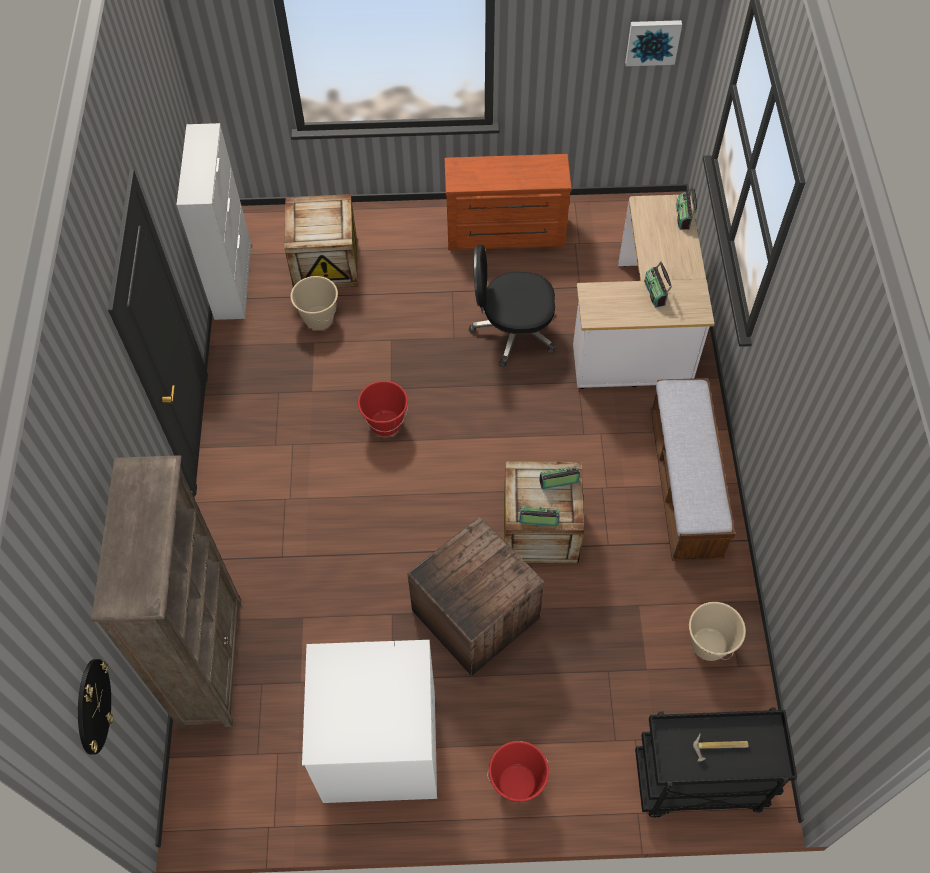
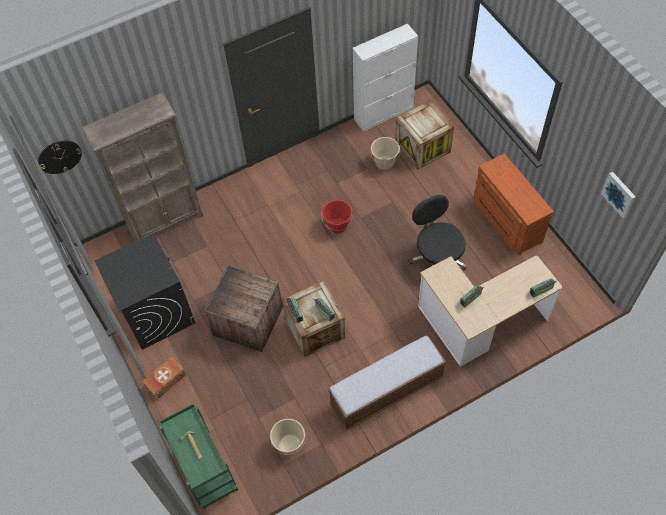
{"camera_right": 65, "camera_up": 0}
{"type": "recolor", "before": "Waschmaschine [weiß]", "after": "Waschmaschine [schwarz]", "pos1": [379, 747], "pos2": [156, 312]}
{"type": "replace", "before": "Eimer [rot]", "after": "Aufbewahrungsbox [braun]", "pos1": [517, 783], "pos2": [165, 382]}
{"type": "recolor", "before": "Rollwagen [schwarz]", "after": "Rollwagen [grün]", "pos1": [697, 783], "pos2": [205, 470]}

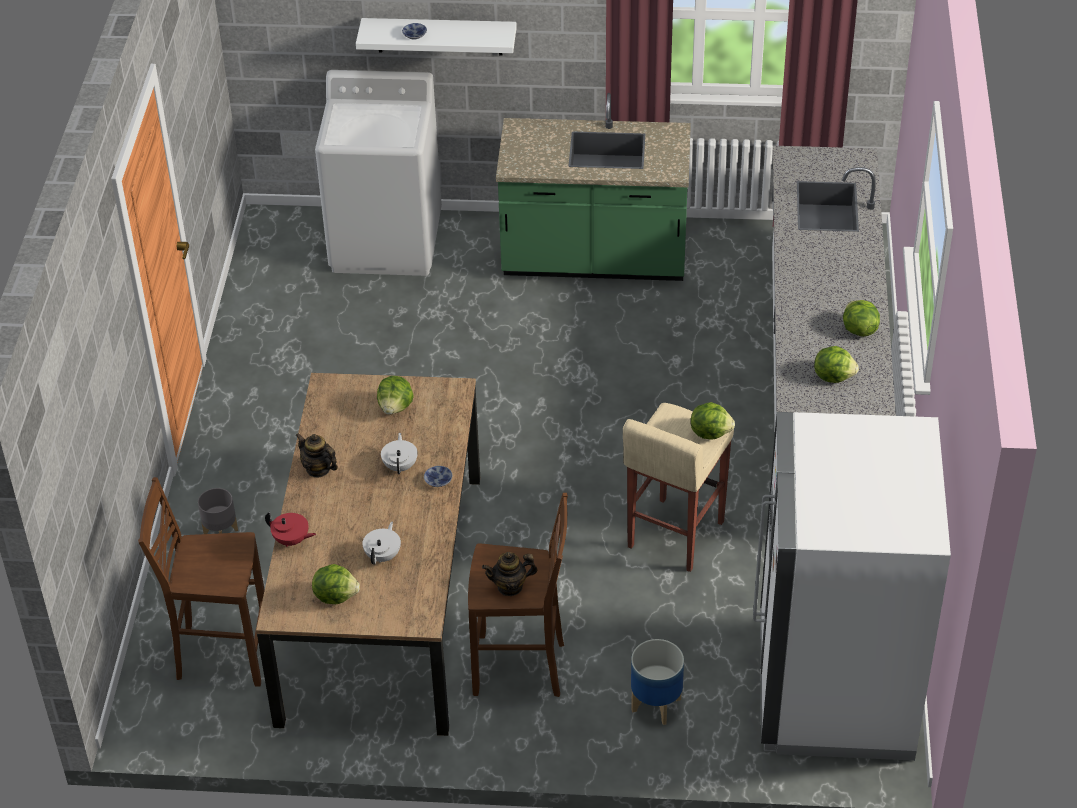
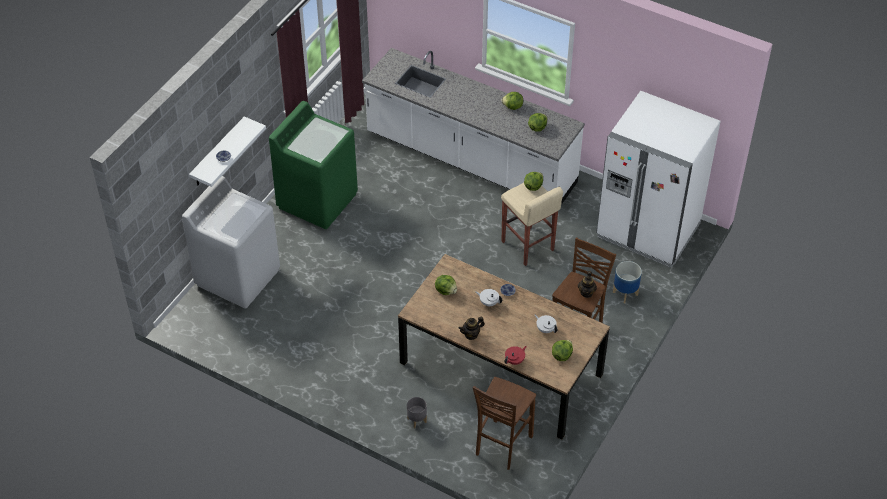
{"camera_right": -65, "camera_up": 5}
{"type": "replace", "before": "Küchenzeile [grün]", "after": "Waschmaschine [grün]", "pos1": [594, 261], "pos2": [318, 200]}

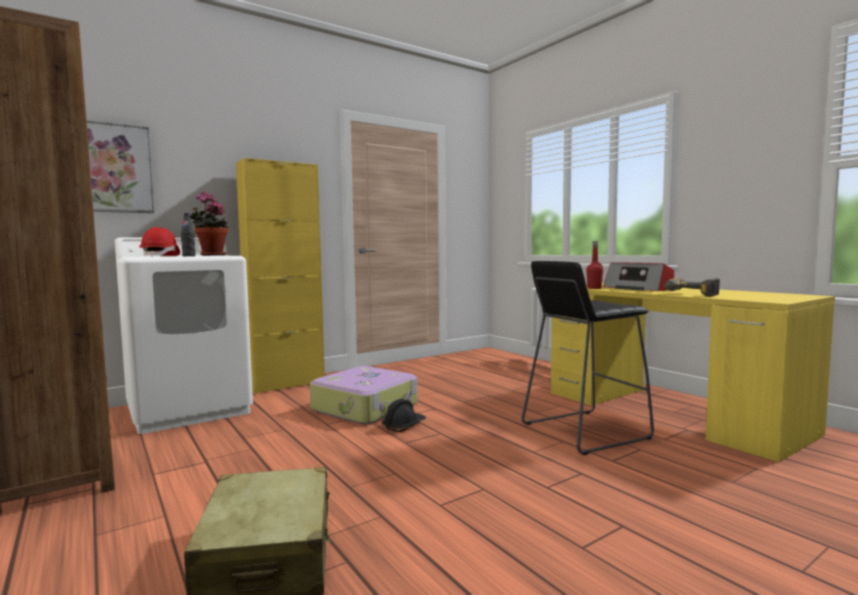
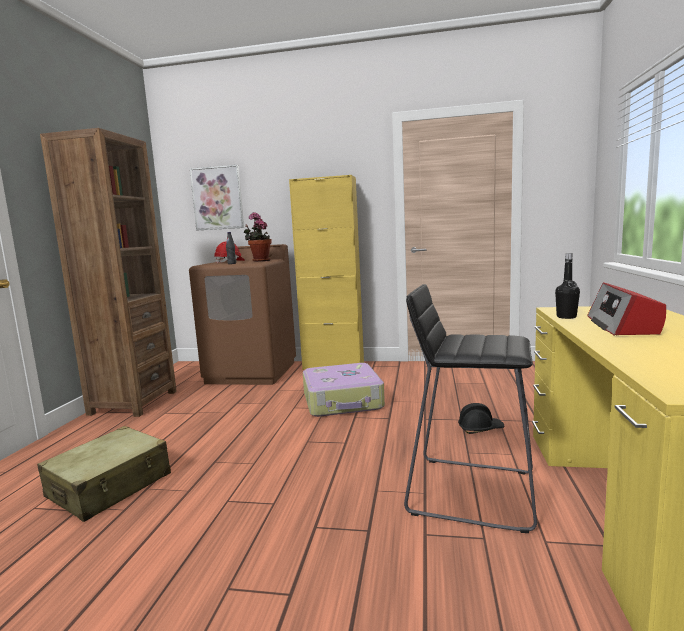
{"camera_right": 45, "camera_up": 5}
{"type": "recolor", "before": "Waschmaschine [weiß]", "after": "Waschmaschine [braun]", "pos1": [190, 409], "pos2": [252, 372]}
{"type": "move", "before": "Schutzhelm [schwarz]", "pos1": [404, 425], "pos2": [480, 428]}
{"type": "recolor", "before": "Flasche [rot]", "after": "Flasche [schwarz]", "pos1": [594, 288], "pos2": [566, 317]}
{"type": "delete", "before": "Bohrmaschine", "pos1": [688, 294]}

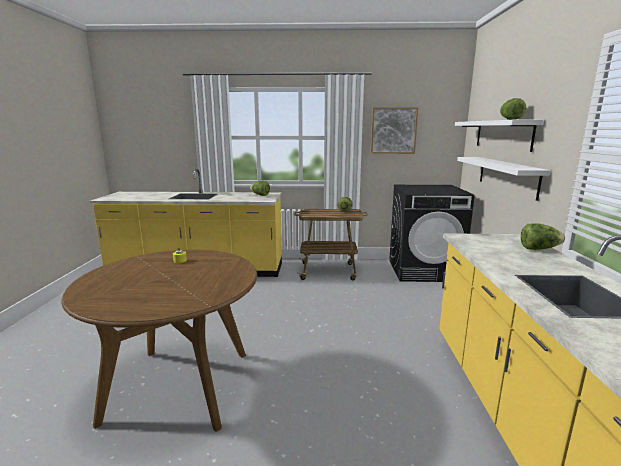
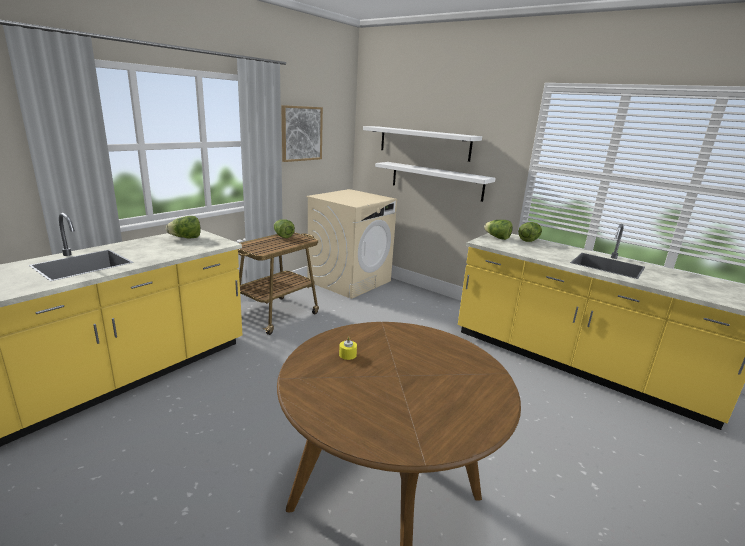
{"camera_right": -55, "camera_up": 5}
{"type": "recolor", "before": "Waschmaschine [schwarz]", "after": "Waschmaschine [beige]", "pos1": [424, 270], "pos2": [349, 281]}
{"type": "move", "before": "Salatkopf", "pos1": [509, 120], "pos2": [497, 238]}

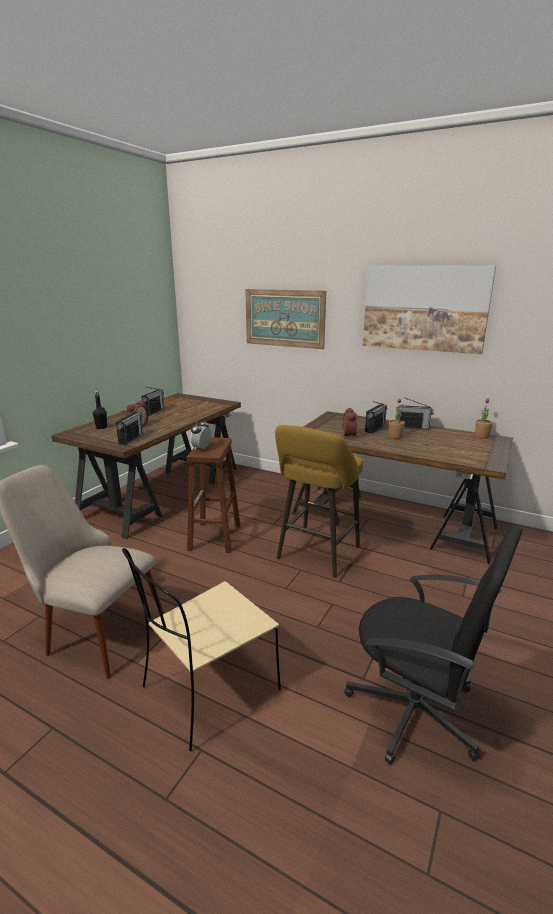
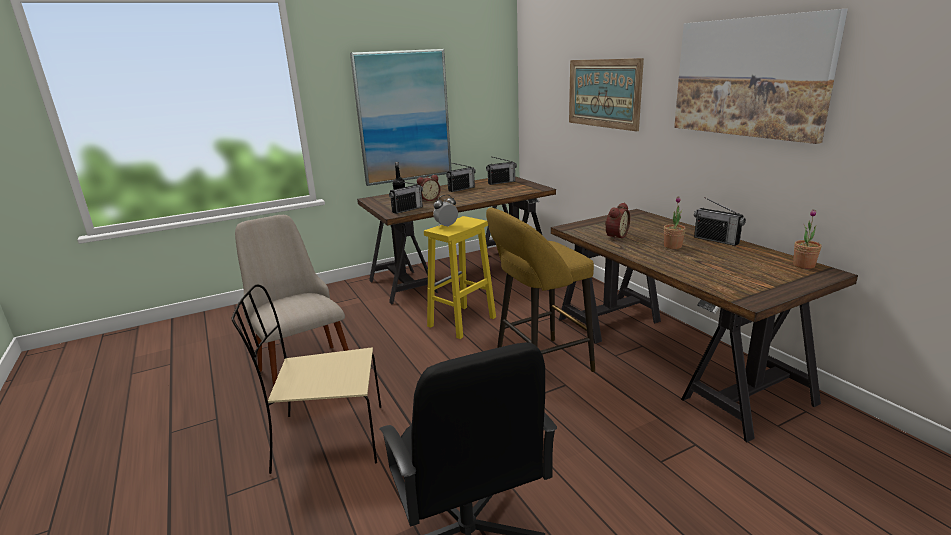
{"camera_right": 35, "camera_up": 0}
{"type": "recolor", "before": "Hocker [braun]", "after": "Hocker [gelb]", "pos1": [215, 538], "pos2": [461, 322]}
{"type": "move", "before": "Radio", "pos1": [375, 429], "pos2": [501, 182]}
{"type": "insert", "after": "Bild", "pos2": [403, 117]}

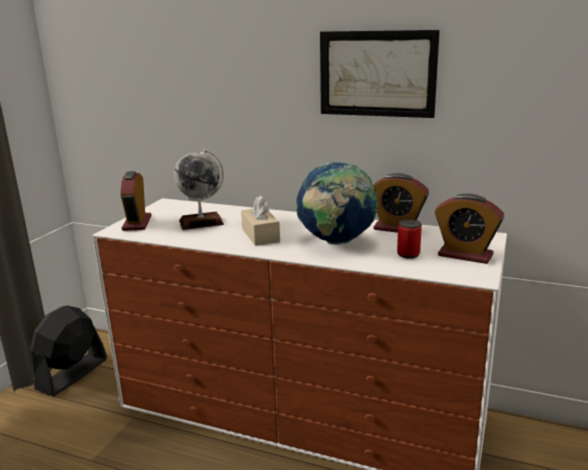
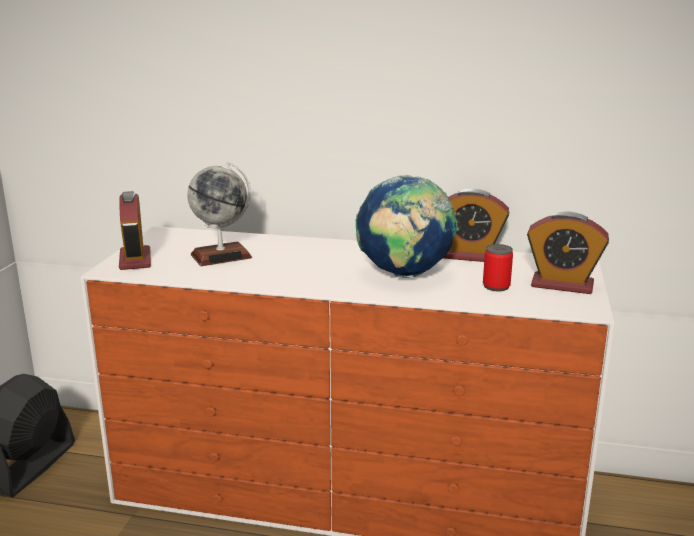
{"camera_right": -10, "camera_up": 0}
{"type": "delete", "before": "Taschentuchbox [beige]", "pos1": [260, 235]}
{"type": "delete", "before": "Bild", "pos1": [377, 74]}

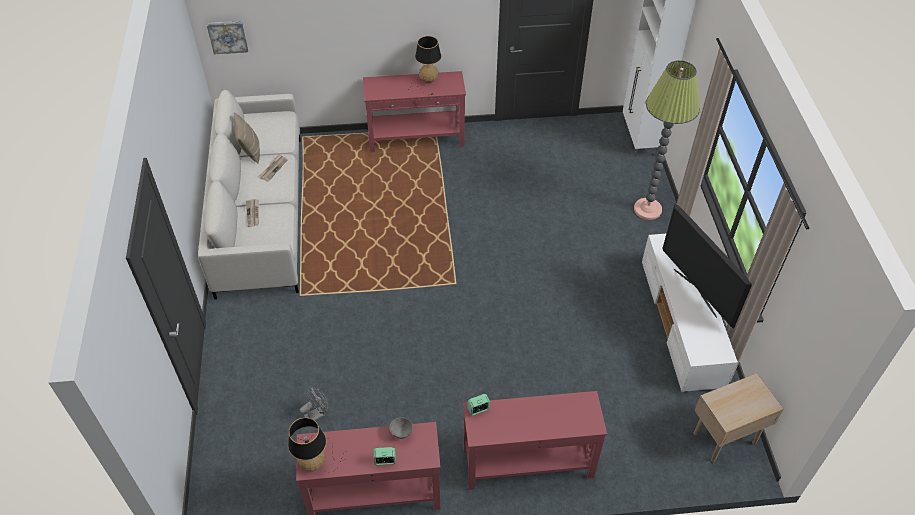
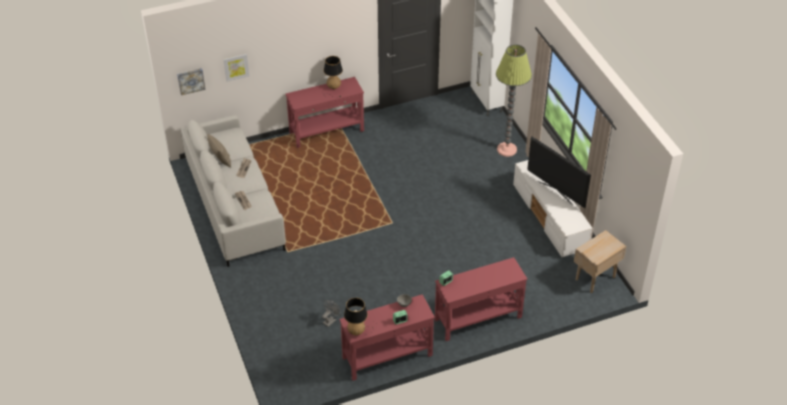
{"camera_right": -15, "camera_up": -5}
{"type": "insert", "after": "Bild", "pos2": [236, 67]}

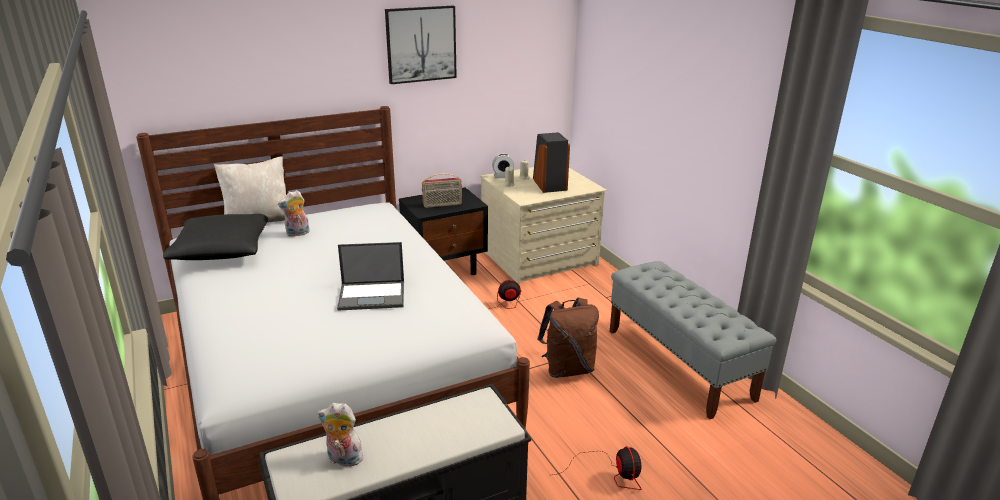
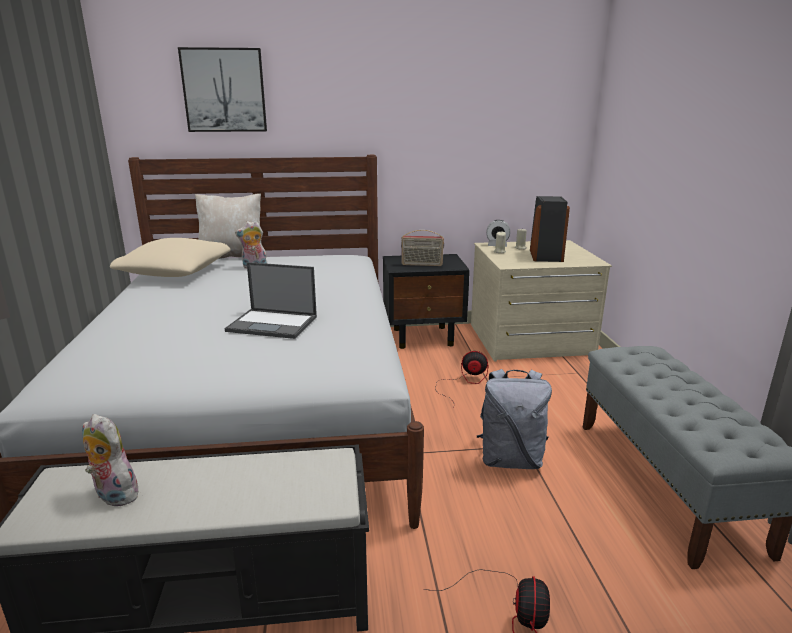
{"camera_right": 20, "camera_up": -5}
{"type": "recolor", "before": "Kissen [schwarz]", "after": "Kissen [beige]", "pos1": [222, 250], "pos2": [176, 272]}
{"type": "move", "before": "Bild", "pos1": [421, 44], "pos2": [224, 90]}
{"type": "recolor", "before": "Rucksack [braun]", "after": "Rucksack [grau]", "pos1": [568, 369], "pos2": [510, 460]}

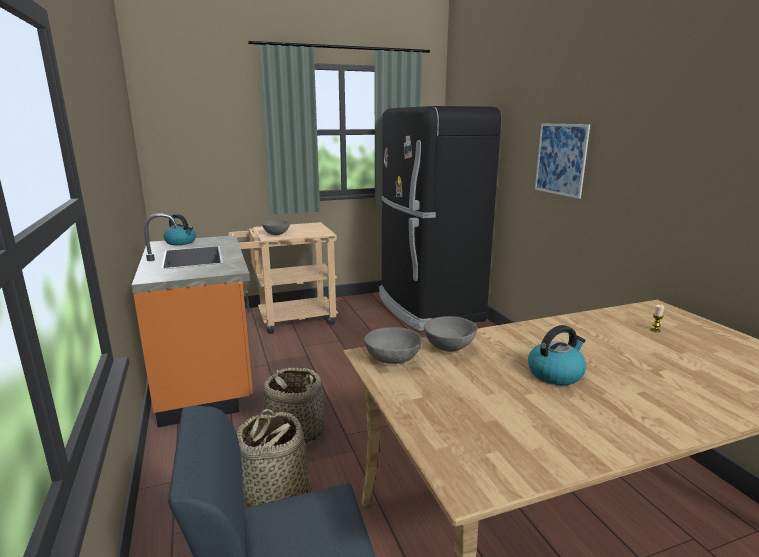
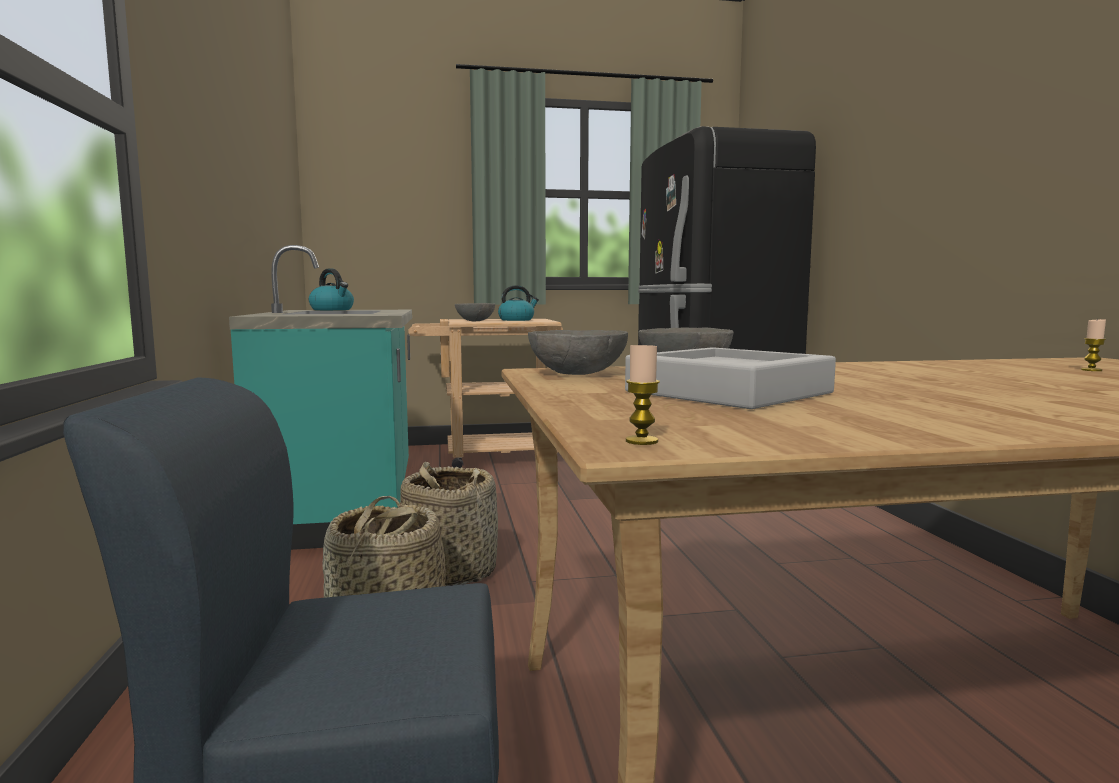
{"camera_right": 10, "camera_up": -10}
{"type": "recolor", "before": "Küchenzeile [orange]", "after": "Küchenzeile [türkis]", "pos1": [208, 378], "pos2": [346, 508]}
{"type": "move", "before": "Wasserkessel", "pos1": [555, 374], "pos2": [517, 320]}
{"type": "delete", "before": "Bild", "pos1": [561, 159]}
{"type": "insert", "after": "Tablett [grau]", "pos2": [728, 392]}
{"type": "insert", "after": "Kerze", "pos2": [641, 441]}

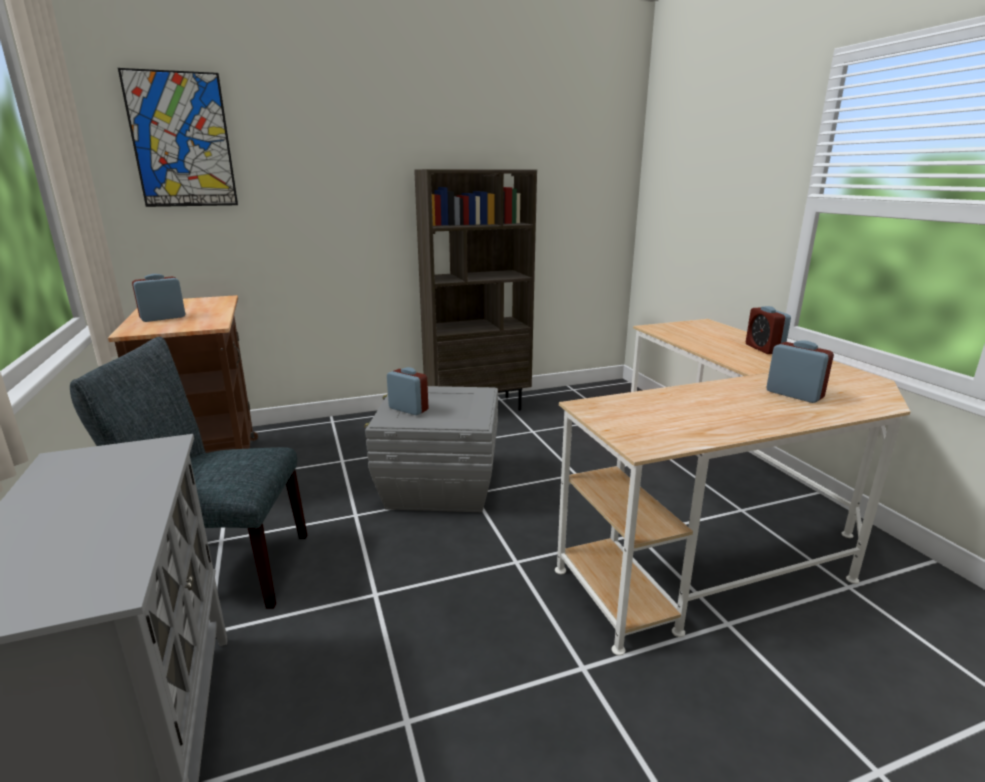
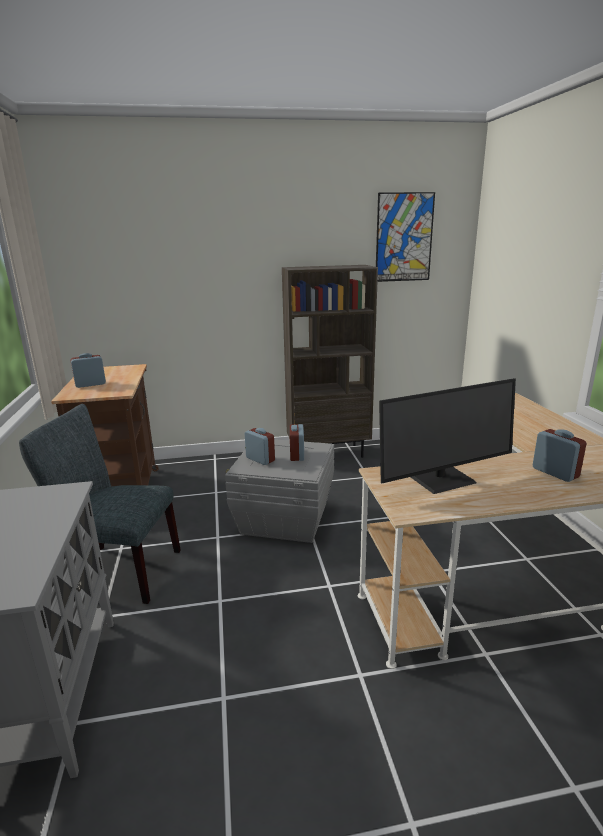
{"camera_right": 10, "camera_up": 0}
{"type": "move", "before": "Bild", "pos1": [181, 140], "pos2": [404, 237]}
{"type": "move", "before": "Wecker", "pos1": [764, 349], "pos2": [297, 455]}
{"type": "insert", "after": "Monitor", "pos2": [440, 478]}

